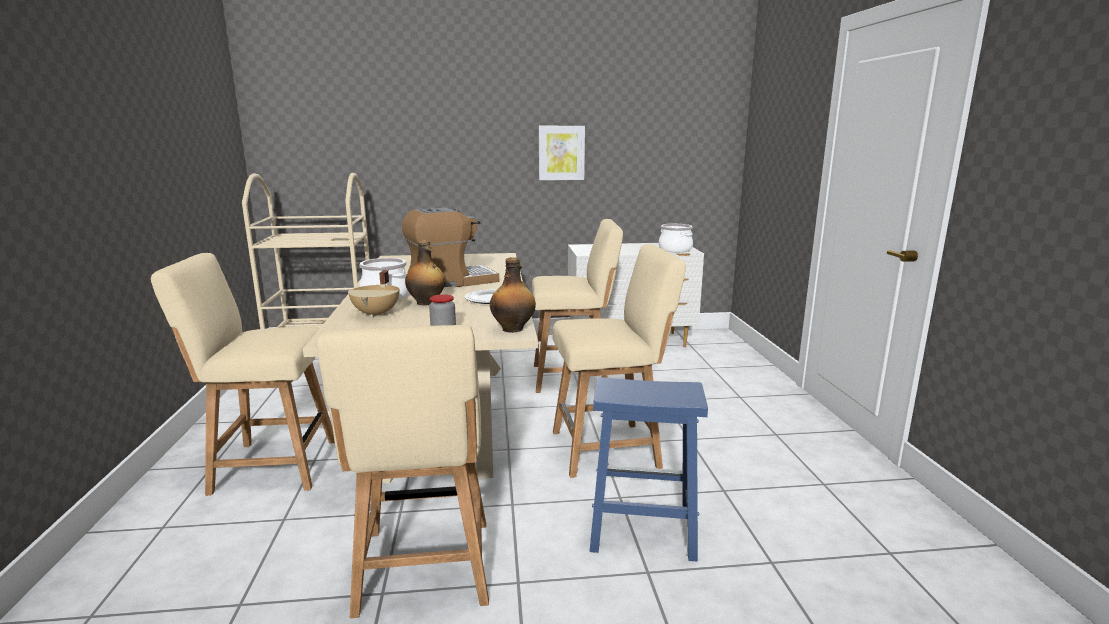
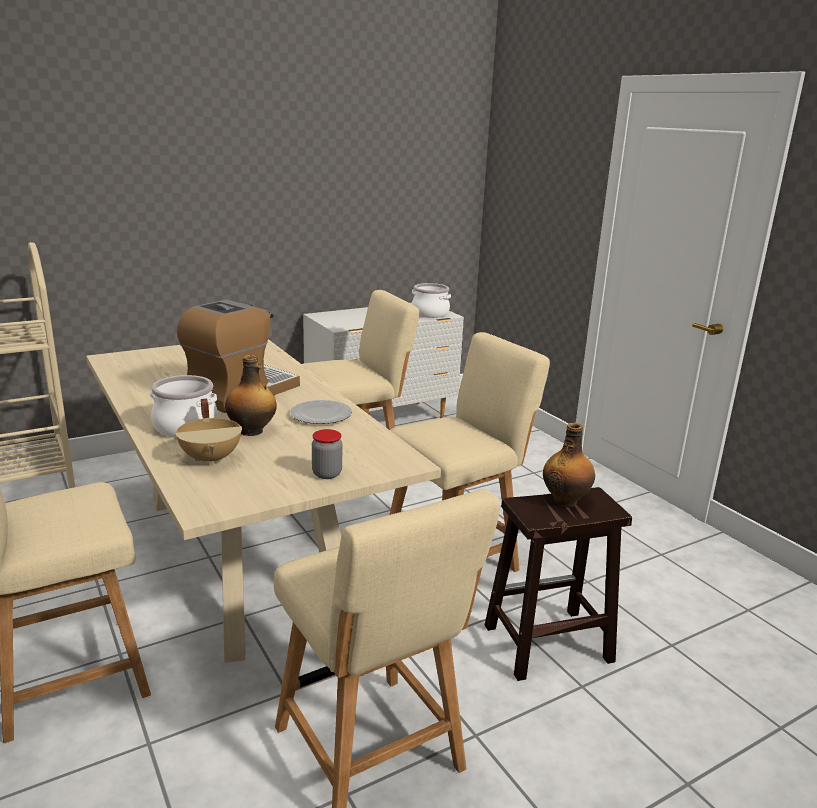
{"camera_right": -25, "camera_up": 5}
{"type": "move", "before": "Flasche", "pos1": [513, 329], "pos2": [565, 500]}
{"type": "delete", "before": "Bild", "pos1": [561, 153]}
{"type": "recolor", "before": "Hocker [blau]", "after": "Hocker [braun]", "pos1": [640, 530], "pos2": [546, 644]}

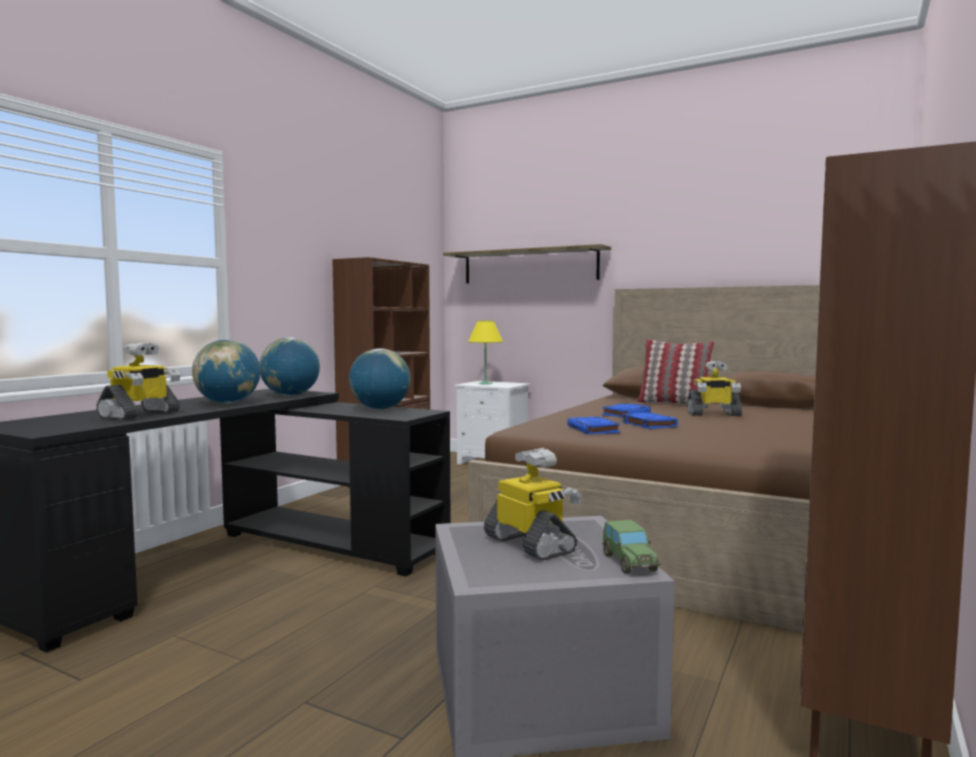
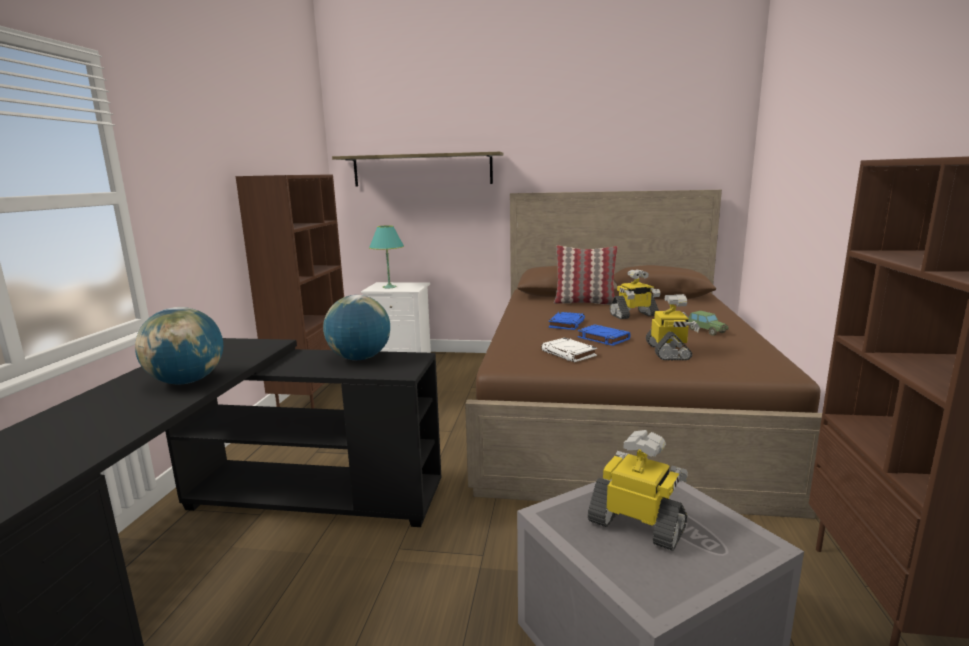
{"camera_right": -20, "camera_up": 10}
{"type": "move", "before": "Spielzeugroboter", "pos1": [140, 415], "pos2": [668, 352]}
{"type": "delete", "before": "Globus", "pos1": [290, 395]}
{"type": "recolor", "before": "Tischlampe [gelb]", "after": "Tischlampe [türkis]", "pos1": [485, 383], "pos2": [389, 287]}
{"type": "recolor", "before": "Buch [blau]", "after": "Buch [weiß]", "pos1": [593, 430], "pos2": [569, 353]}
{"type": "move", "before": "Spielzeugauto", "pos1": [629, 562], "pos2": [706, 331]}

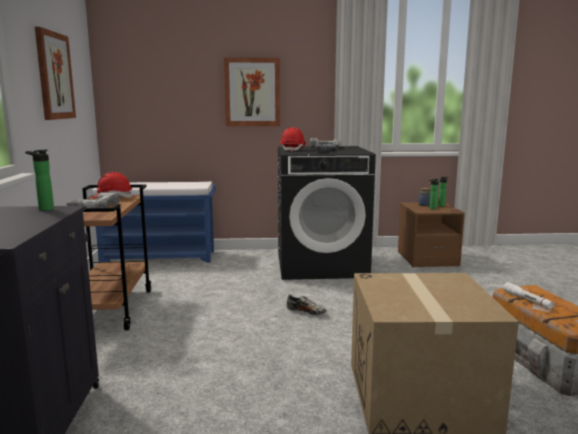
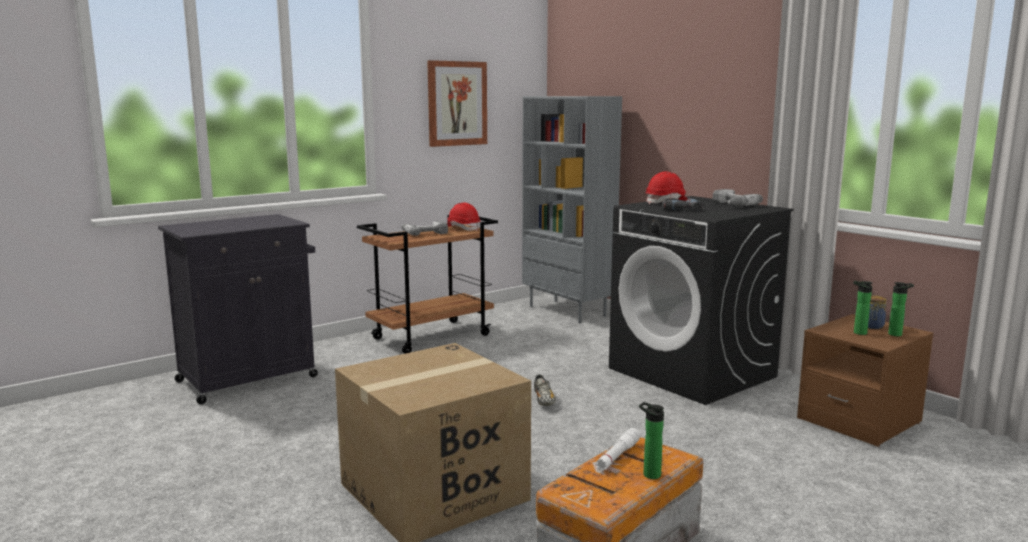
{"camera_right": 55, "camera_up": 0}
{"type": "move", "before": "Flasche", "pos1": [43, 209], "pos2": [649, 474]}
{"type": "replace", "before": "Bank [blau]", "after": "Bücherregal [grau]", "pos1": [160, 257], "pos2": [568, 311]}
{"type": "delete", "before": "Bild", "pos1": [252, 92]}

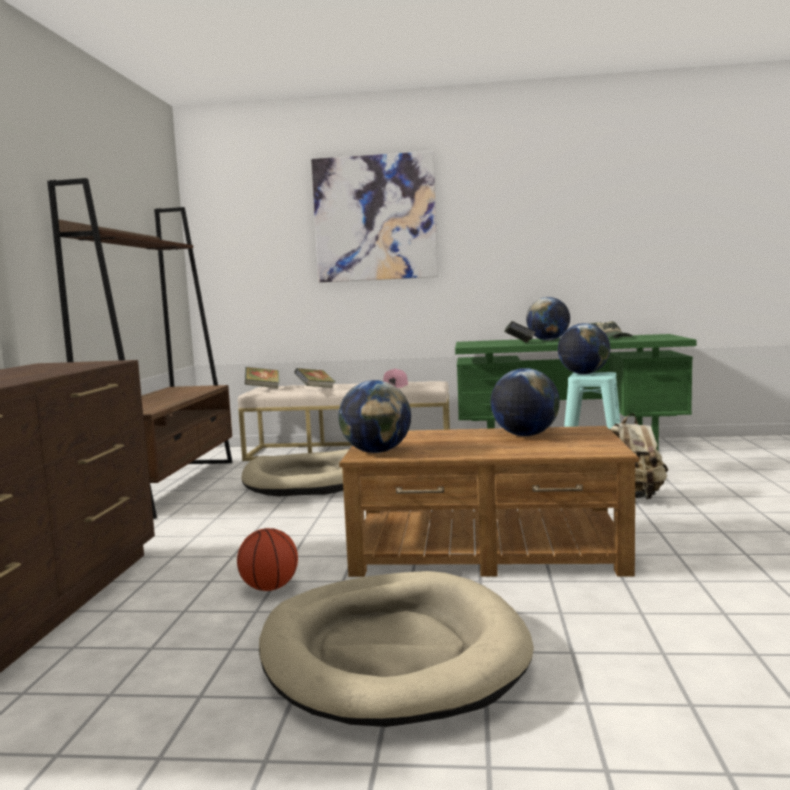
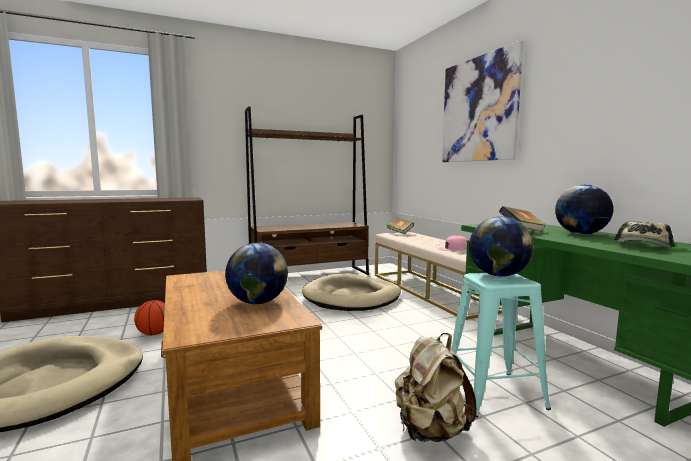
{"camera_right": 60, "camera_up": 0}
{"type": "delete", "before": "Buch", "pos1": [315, 389]}
{"type": "delete", "before": "Globus", "pos1": [376, 452]}

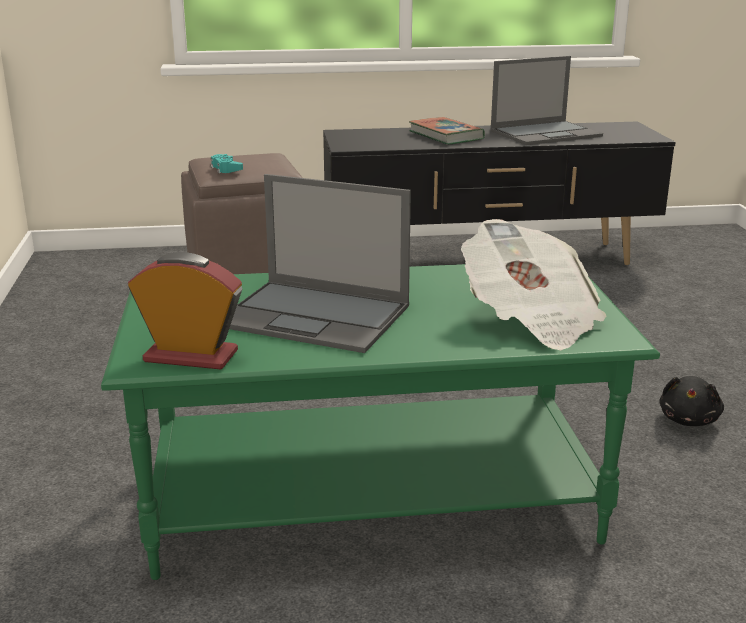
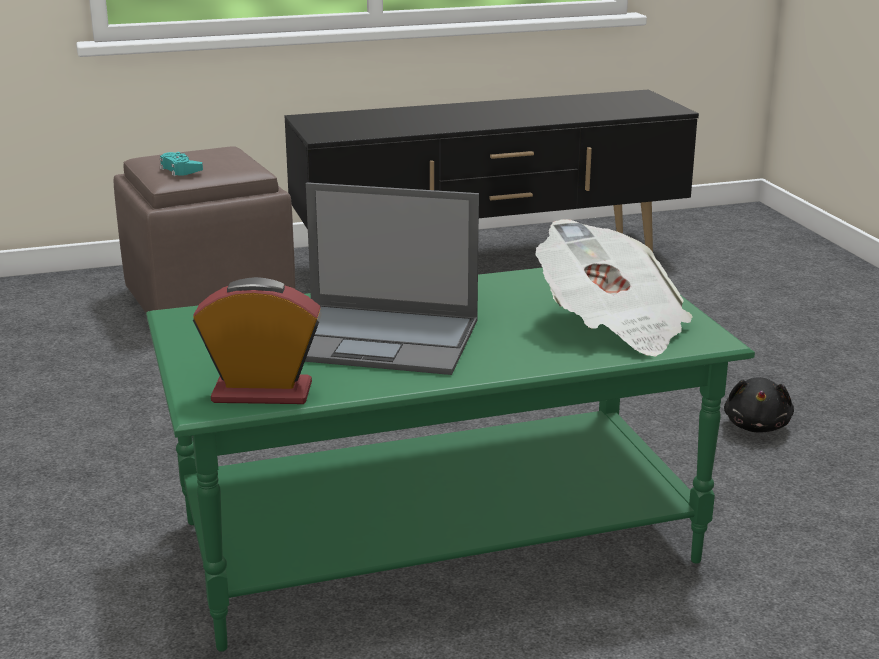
{"camera_right": -10, "camera_up": 0}
{"type": "delete", "before": "Buch", "pos1": [446, 136]}
{"type": "delete", "before": "Laptop", "pos1": [546, 133]}

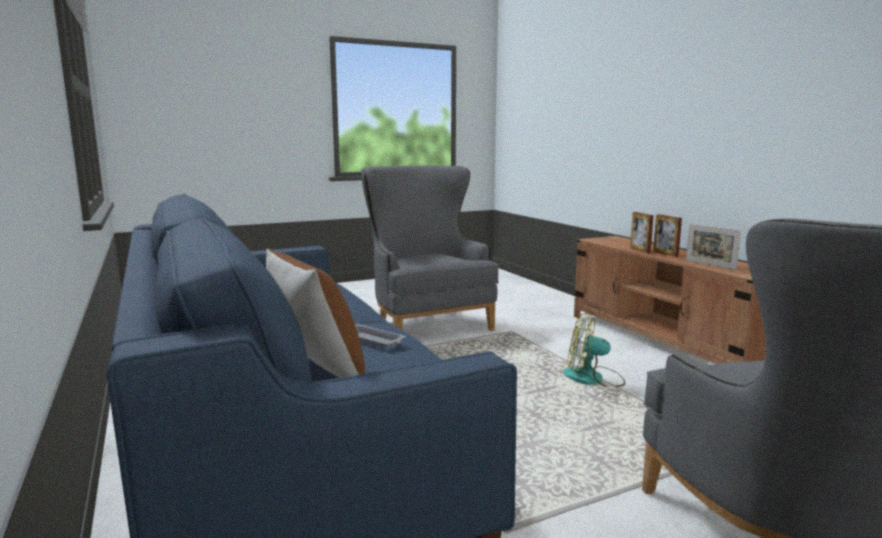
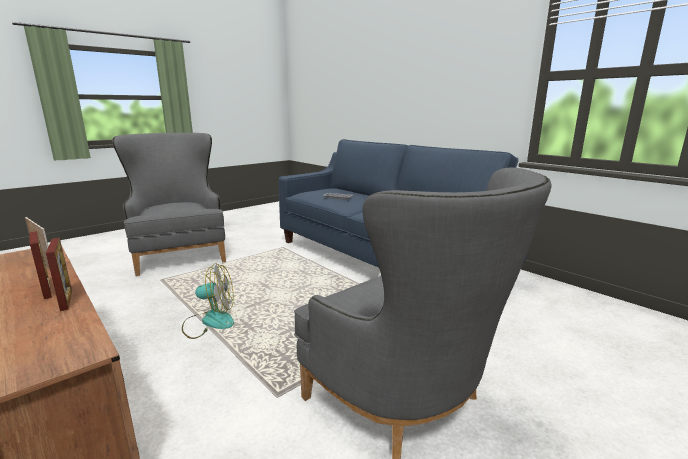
{"camera_right": 165, "camera_up": 5}
{"type": "delete", "before": "Kissen [braun]", "pos1": [317, 372]}

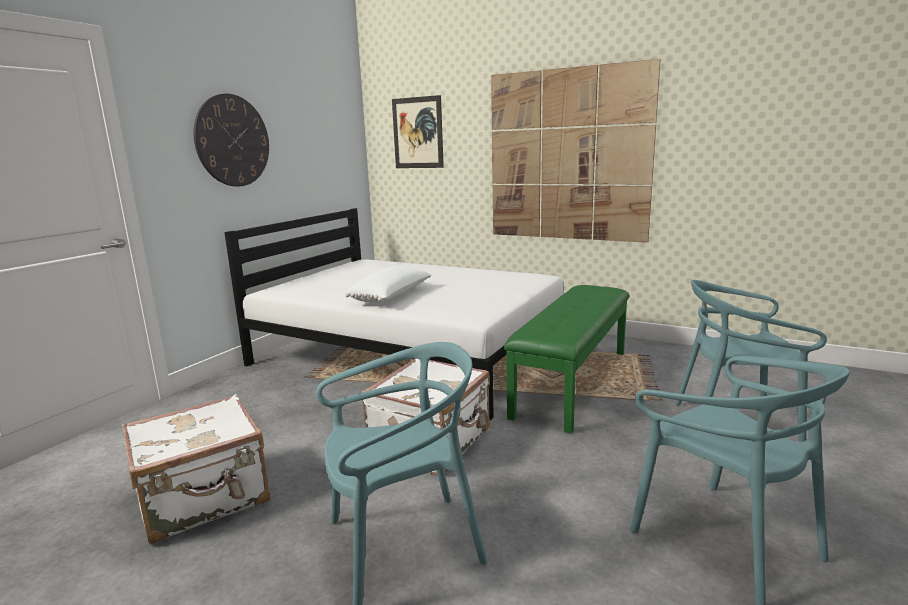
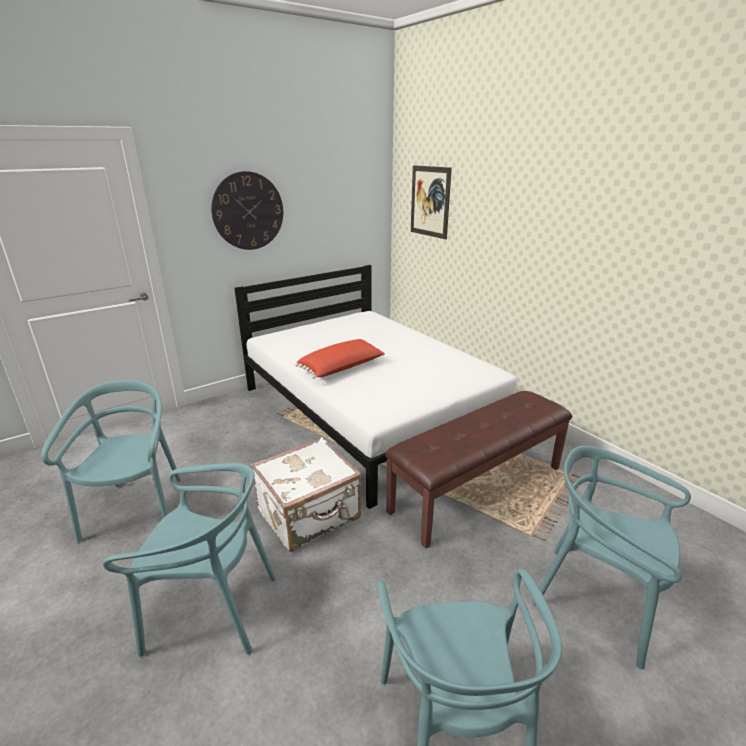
{"camera_right": 25, "camera_up": 10}
{"type": "replace", "before": "Koffer [weiß]", "after": "Stuhl [türkis]", "pos1": [204, 499], "pos2": [137, 509]}
{"type": "recolor", "before": "Kissen [weiß]", "after": "Kissen [rot]", "pos1": [392, 297], "pos2": [342, 369]}
{"type": "delete", "before": "Bild", "pos1": [568, 156]}
{"type": "recolor", "before": "Bank [grün]", "after": "Bank [braun]", "pos1": [571, 382], "pos2": [477, 488]}

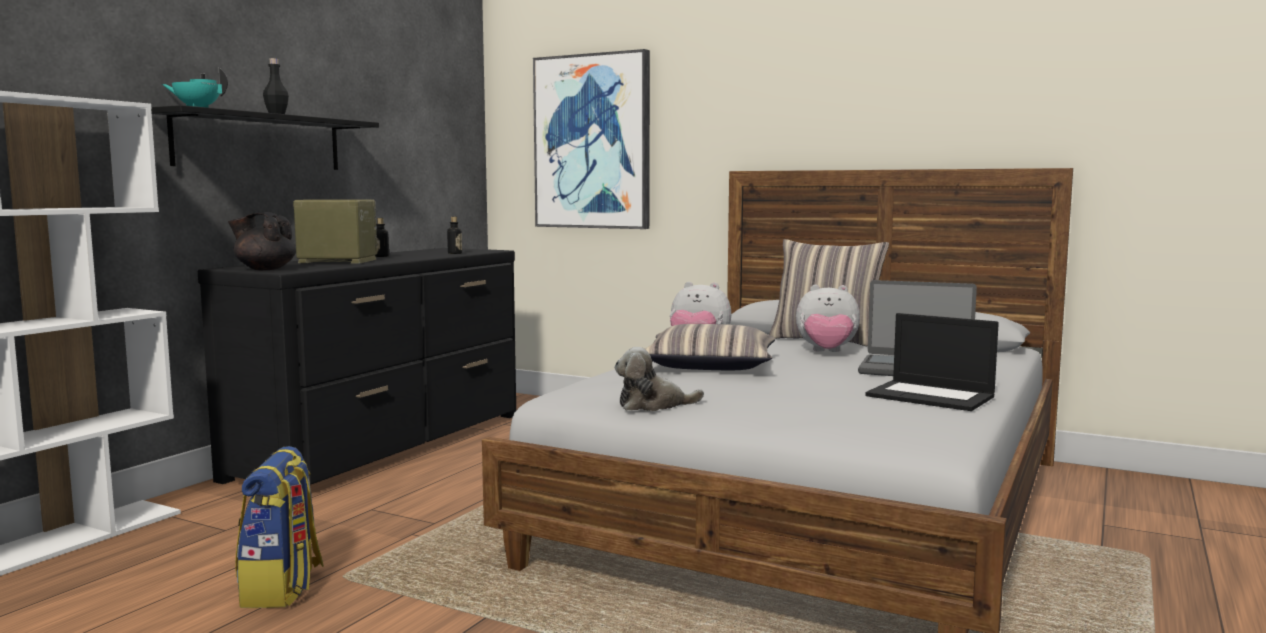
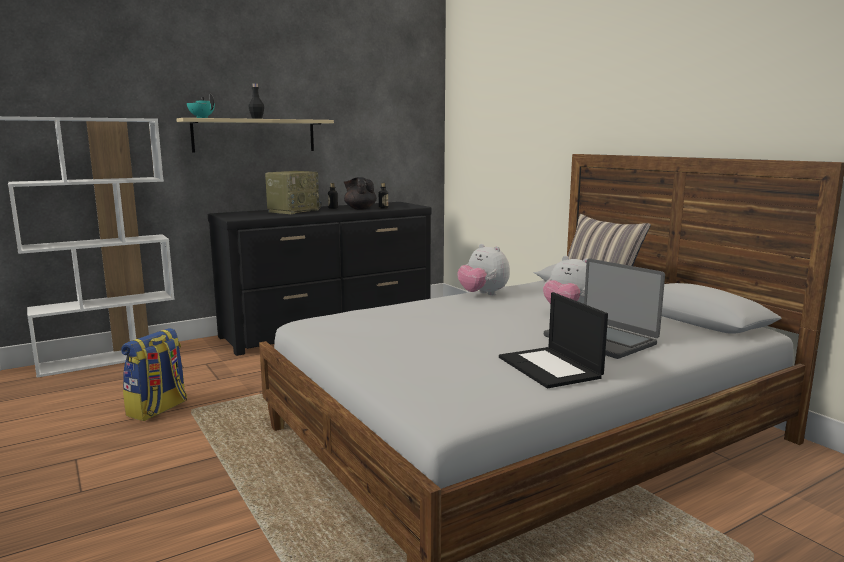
{"camera_right": 30, "camera_up": 5}
{"type": "recolor", "before": "Wandregal [schwarz]", "after": "Wandregal [beige]", "pos1": [260, 142], "pos2": [254, 135]}
{"type": "move", "before": "Teekanne [schwarz]", "pos1": [264, 269], "pos2": [360, 209]}
{"type": "rotate", "before": "Radio", "pos1": [336, 261], "pos2": [293, 211], "turn": 90}
{"type": "delete", "before": "Bild", "pos1": [592, 142]}
{"type": "delete", "before": "Plüschtier", "pos1": [653, 405]}
{"type": "delete", "before": "Kissen", "pos1": [710, 366]}

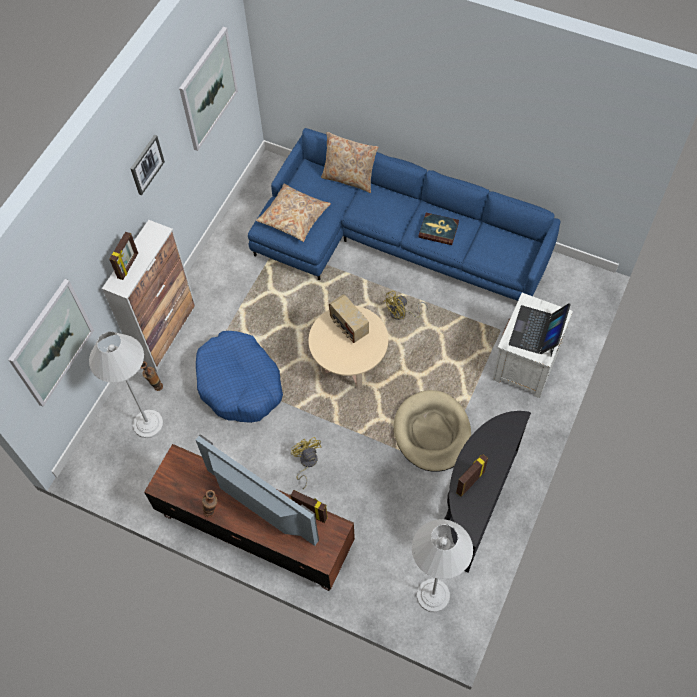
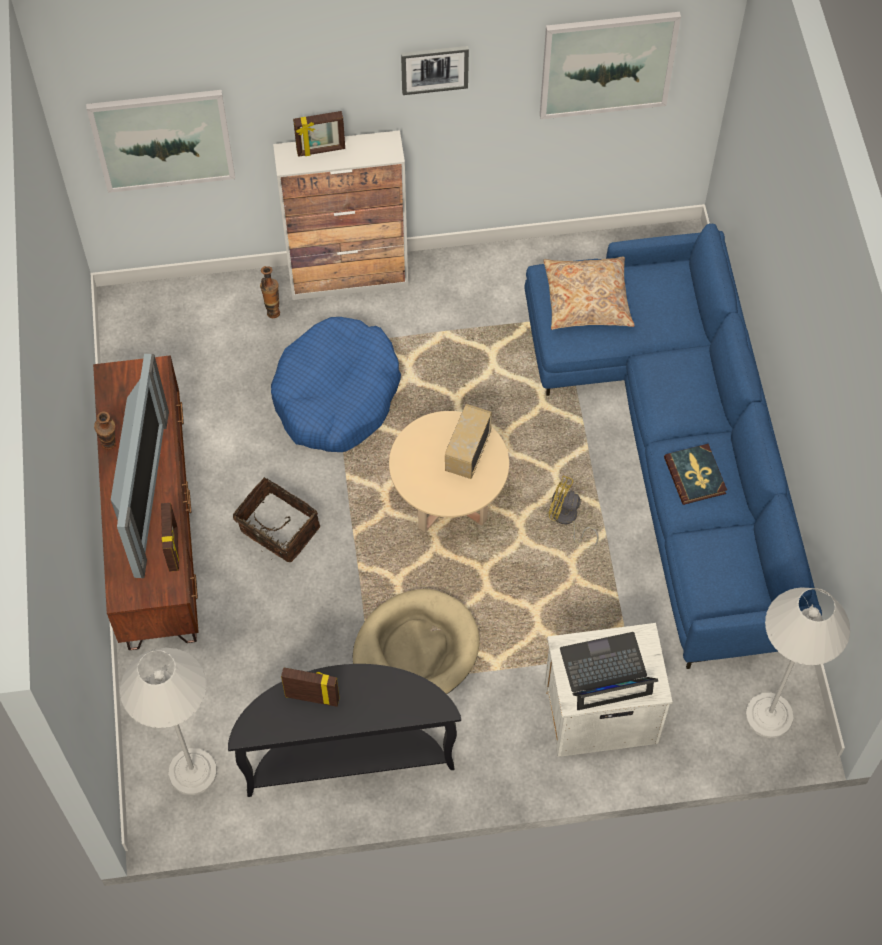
{"camera_right": 55, "camera_up": 0}
{"type": "move", "before": "Stehlampe [weiß]", "pos1": [148, 424], "pos2": [769, 715]}
{"type": "replace", "before": "Ventilator [gelb]", "after": "Korb", "pos1": [306, 463], "pos2": [278, 531]}
{"type": "delete", "before": "Kissen [beige]", "pos1": [349, 178]}

